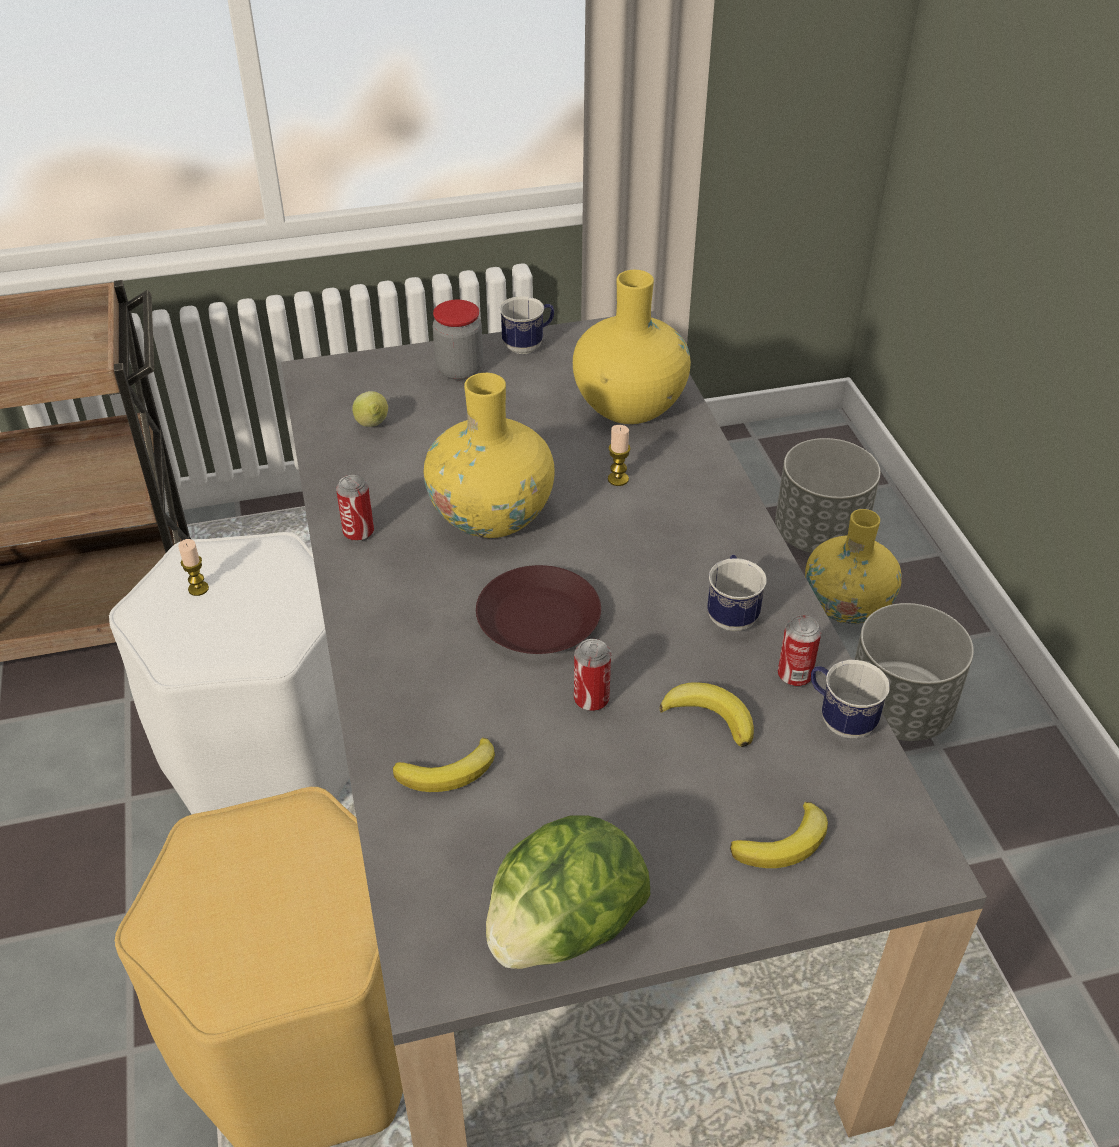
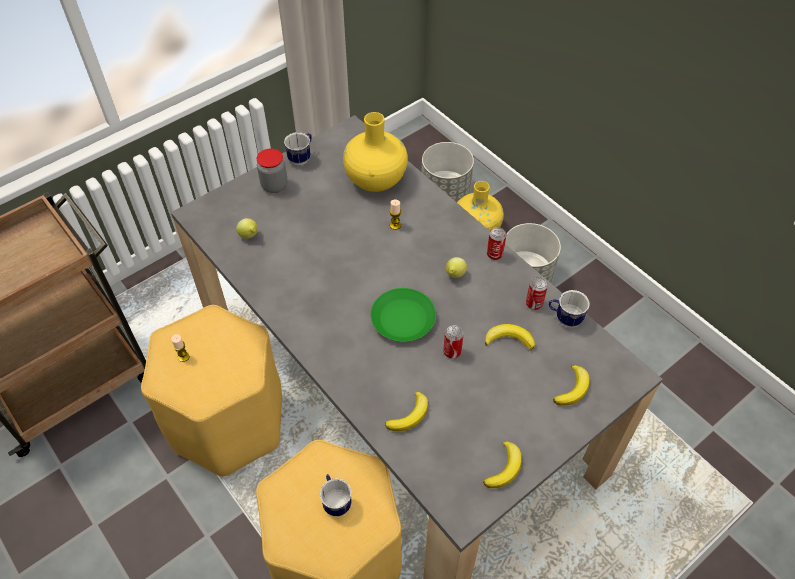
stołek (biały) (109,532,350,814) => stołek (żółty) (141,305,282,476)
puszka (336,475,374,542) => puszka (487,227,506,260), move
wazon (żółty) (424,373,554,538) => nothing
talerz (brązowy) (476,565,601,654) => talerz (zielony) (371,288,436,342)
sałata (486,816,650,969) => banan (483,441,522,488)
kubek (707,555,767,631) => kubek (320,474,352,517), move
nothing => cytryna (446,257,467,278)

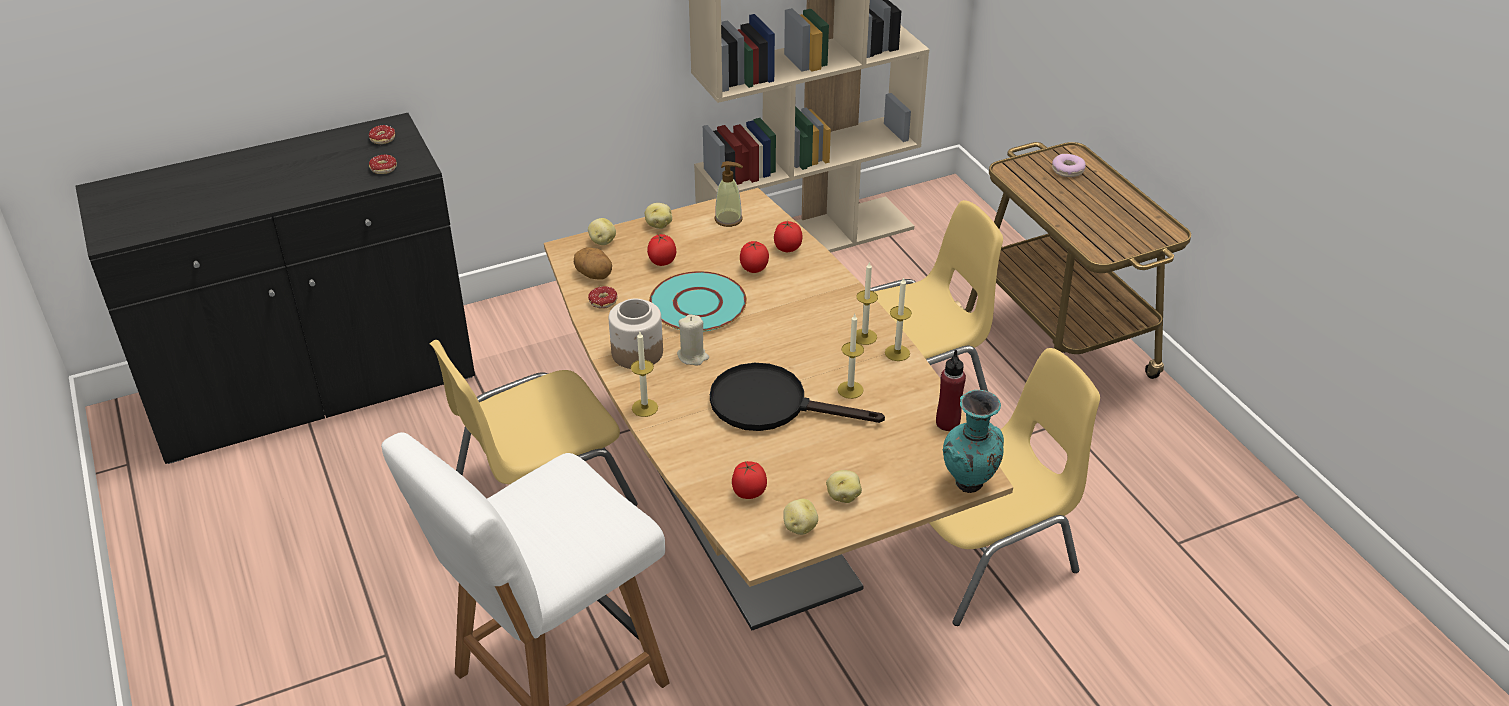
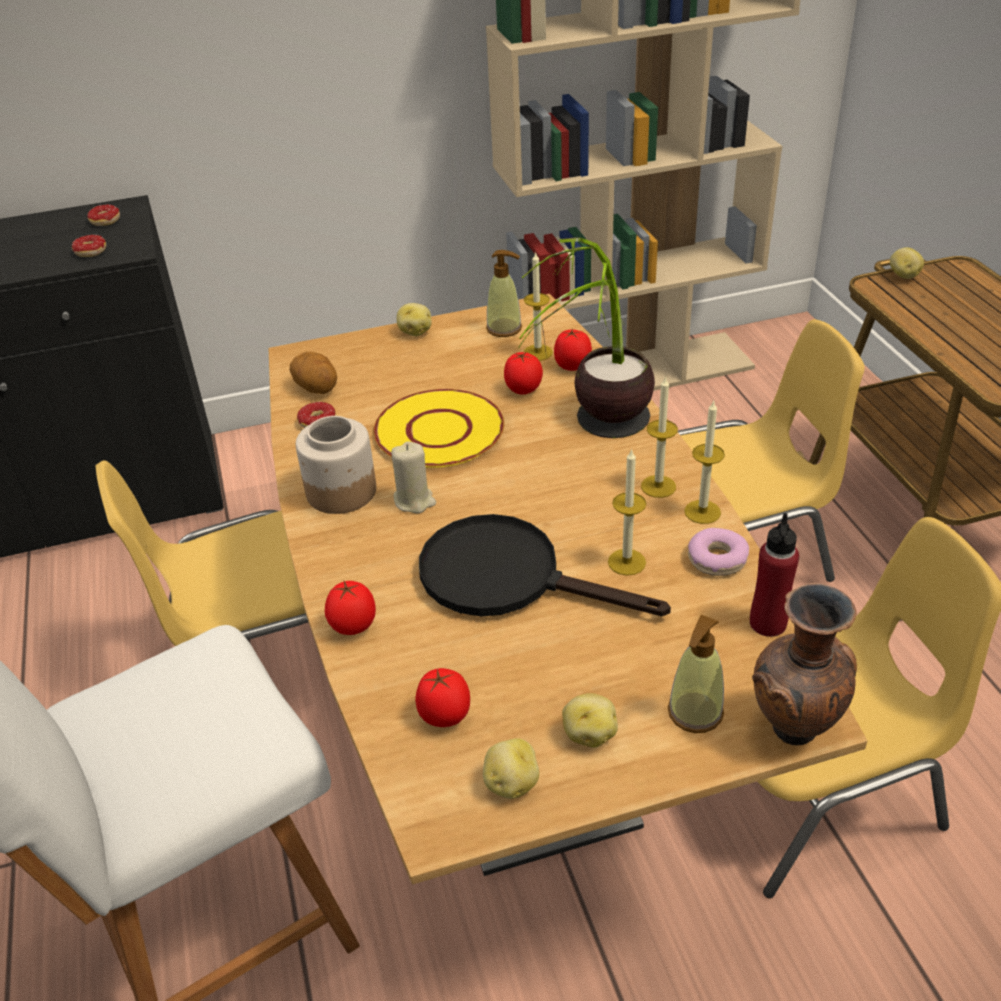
ziemniak (588,218,616,245) => ziemniak (890,247,924,279), move
świeca (631,332,658,417) => świeca (524,251,553,361), move
pomidor (647,234,676,266) => pomidor (325,581,376,635), move
talerz (turkusowy) (649,271,747,332) => talerz (żółty) (373,389,504,468)
wazon (turkusowy) (943,390,1004,493) => wazon (brązowy) (752,583,857,746)
donut (1052,154,1086,177) => donut (688,528,749,576), move
nothing => roślina doniczkowa (518,237,655,438)
nothing => dozownik mydła (668,615,724,733)

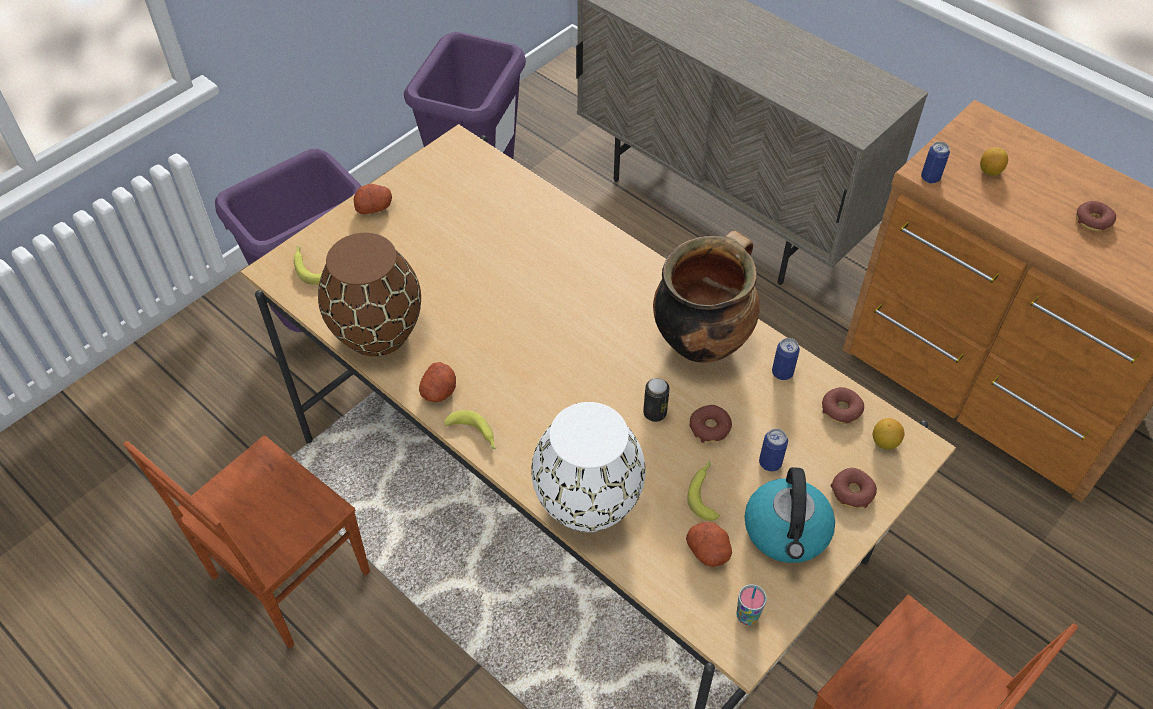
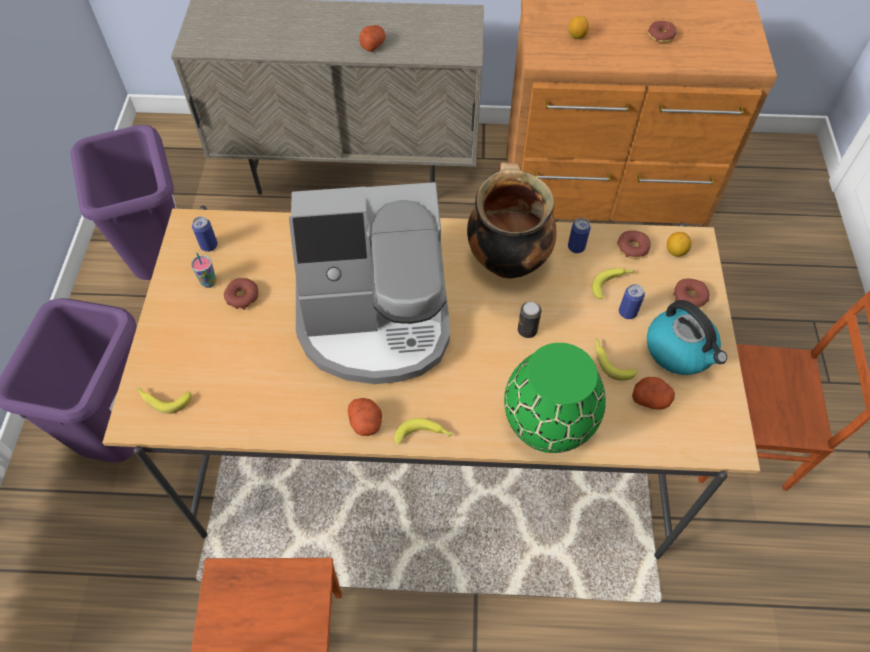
wazon (brązowy) (318,233,421,357) => nothing
ziemniak (354,184,392,214) => ziemniak (359,25,386,52), move
wazon (biały) (531,402,645,532) => wazon (zielony) (504,343,606,453)
donut (689,405,732,443) => donut (224,278,259,310), move
filiżanka (736,584,767,625) => filiżanka (191,252,217,288), move
puszka (921,141,950,184) => puszka (192,216,218,252), move
nothing => ekspres do kawy (289,182,450,384)
nothing => banan (592,268,634,299)

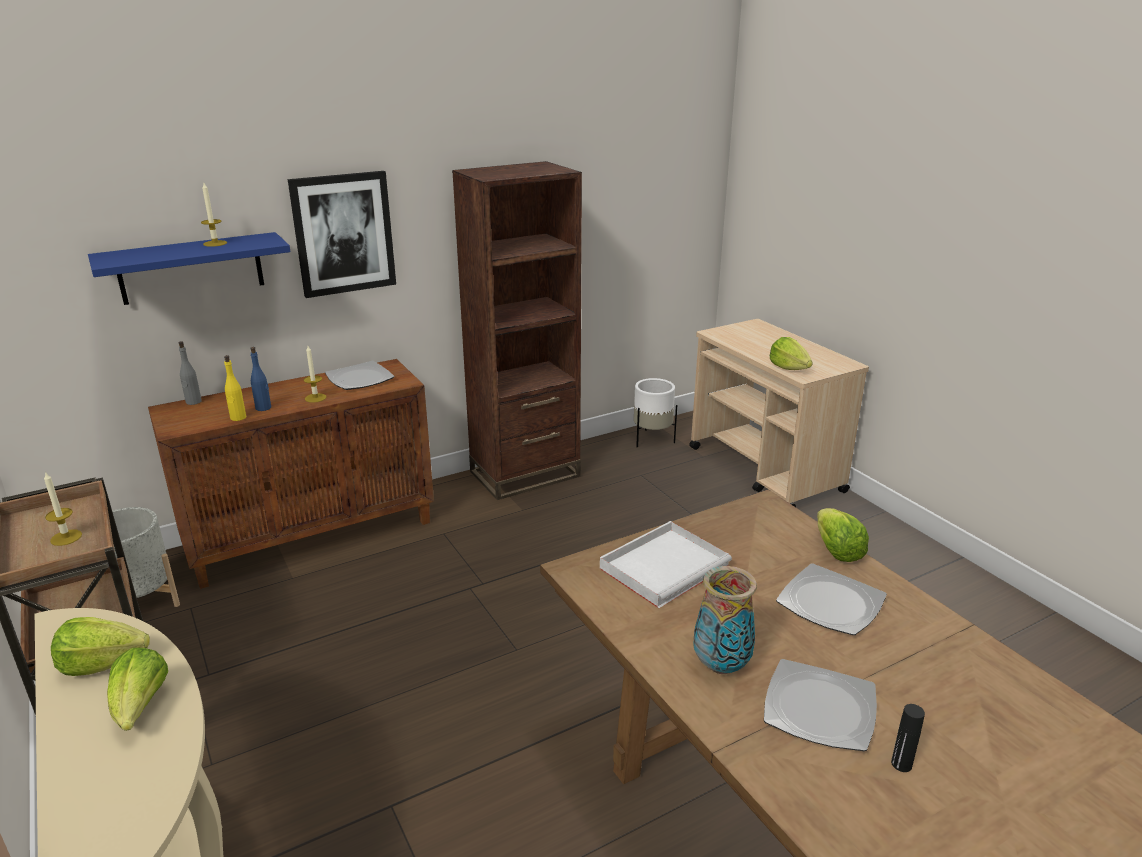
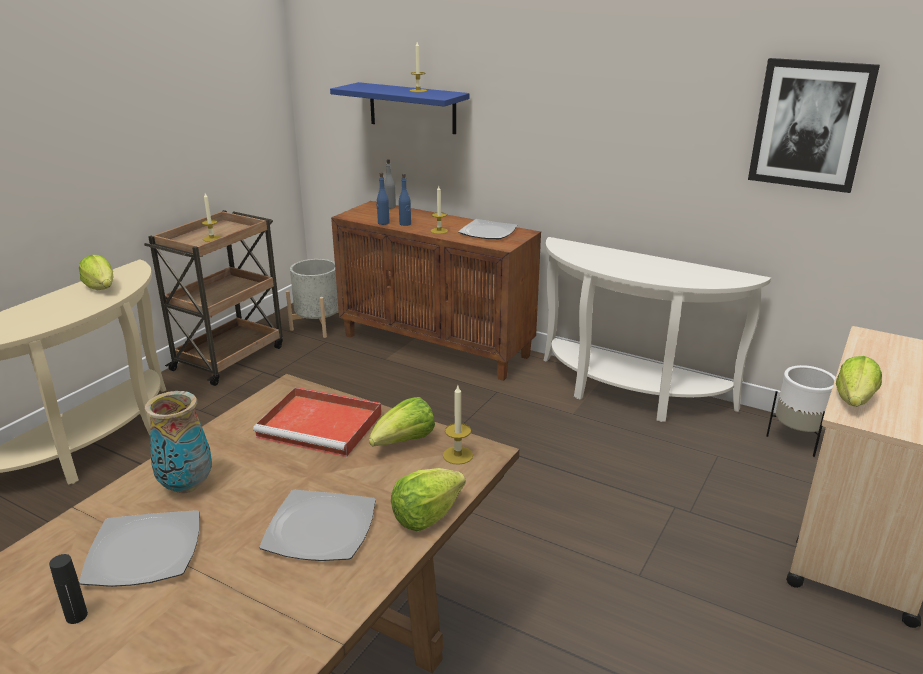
sałata (107,648,168,731) => sałata (369,397,435,446), move
butelka (żółty) (224,355,246,421) => butelka (niebieski) (376,173,390,225)
obraz (288,171,396,298) => obraz (748,58,880,193), move
regał (brązowy) (452,161,582,500) => stolik konsolowy (biały) (543,237,771,422)
taca (biały) (600,521,732,608) => taca (czerwony) (253,387,382,457)
nothing => świeca (443,386,473,465)

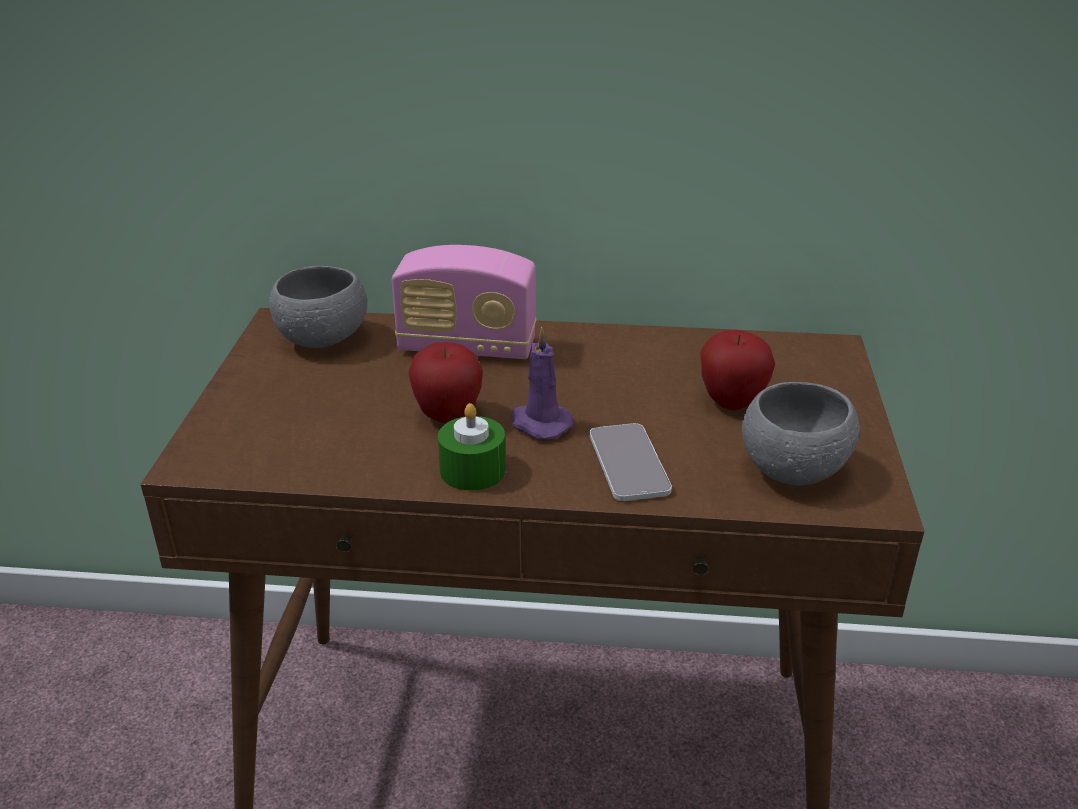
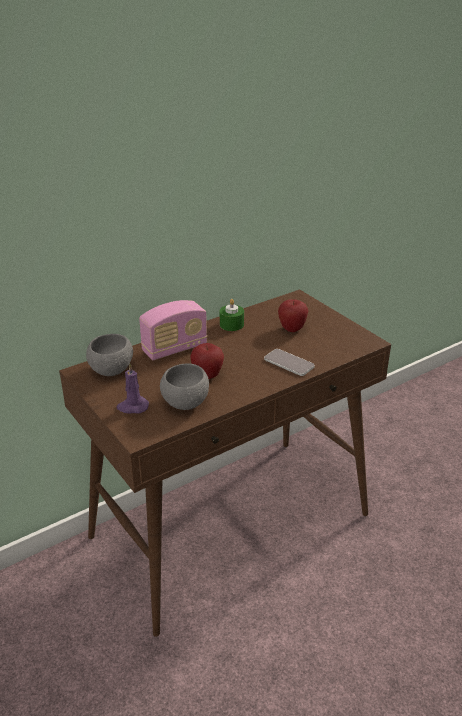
świeca (zielony) (438,403,506,491) => świeca (zielony) (220,299,244,331), move
świeca (fioletowy) (511,327,573,439) => świeca (fioletowy) (117,363,149,414), move
miska (szary) (742,382,860,485) => miska (szary) (160,363,209,410), move

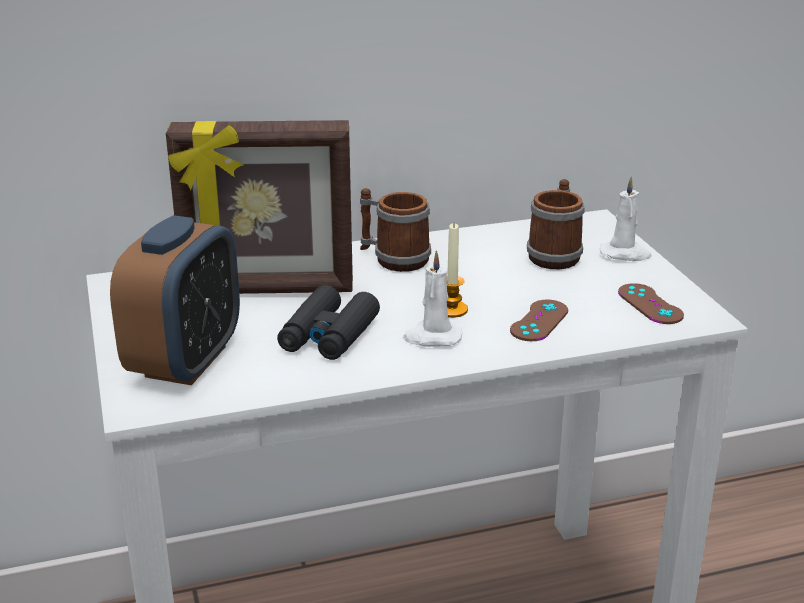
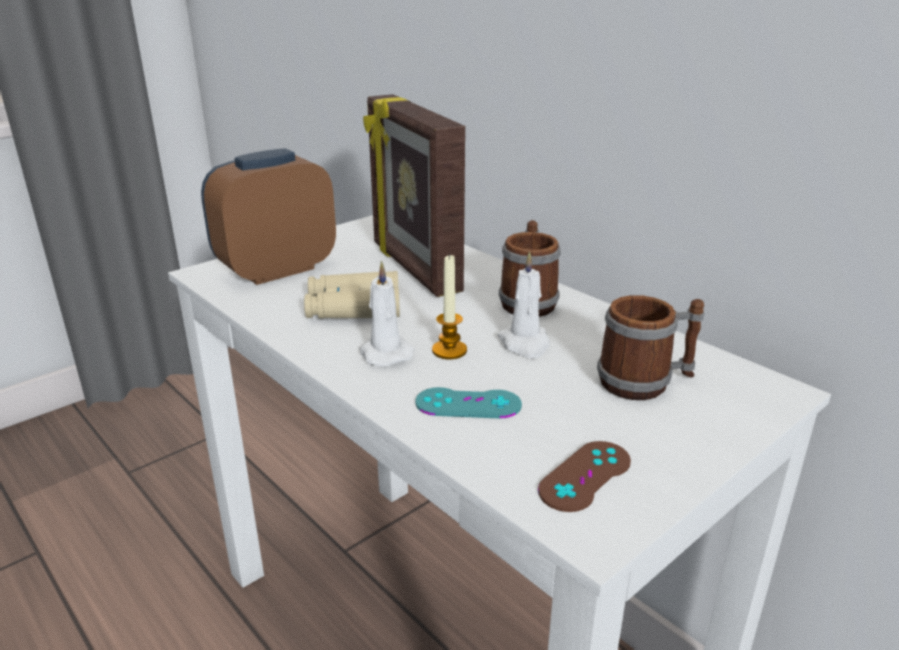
budzik (110,215,240,385) => budzik (201,148,336,285), 150 degrees clockwise
lornetka (czarny) (277,285,380,360) => lornetka (beżowy) (304,271,400,319)
pad do gier (brązowy) (510,300,568,341) => pad do gier (turkusowy) (415,387,522,419)
świeca (biały) (600,176,652,261) => świeca (biały) (498,251,550,359), move

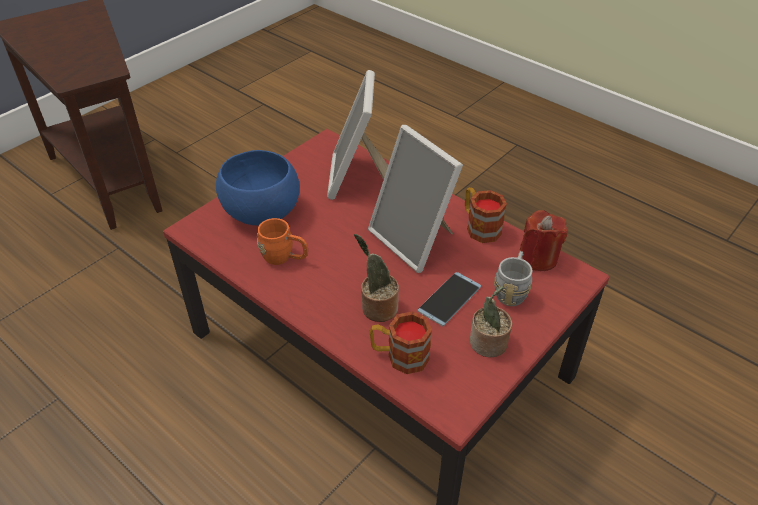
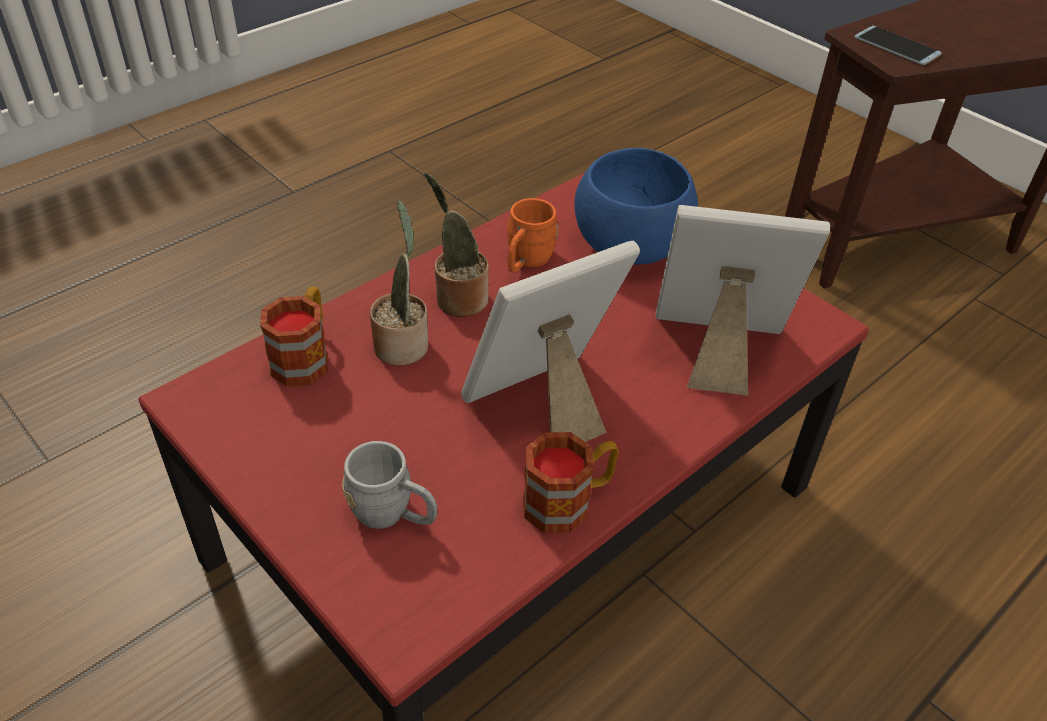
telefon (418,272,481,327) => telefon (854,26,942,65), move
roślina doniczkowa (470,286,512,357) => roślina doniczkowa (424,173,489,317), move
świeca (czerwony) (520,210,568,271) => nothing

